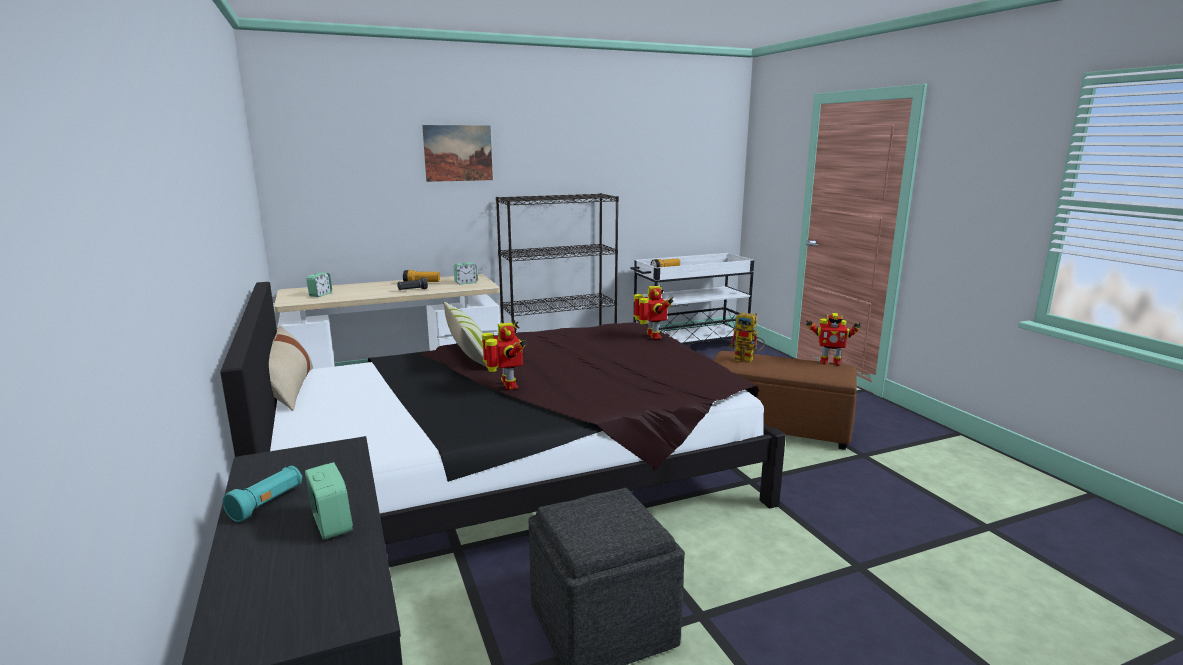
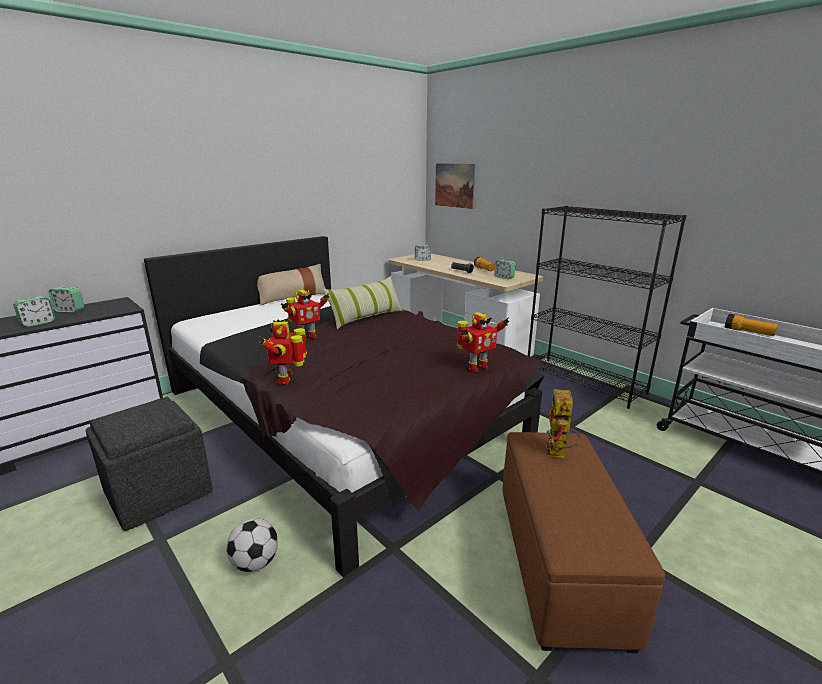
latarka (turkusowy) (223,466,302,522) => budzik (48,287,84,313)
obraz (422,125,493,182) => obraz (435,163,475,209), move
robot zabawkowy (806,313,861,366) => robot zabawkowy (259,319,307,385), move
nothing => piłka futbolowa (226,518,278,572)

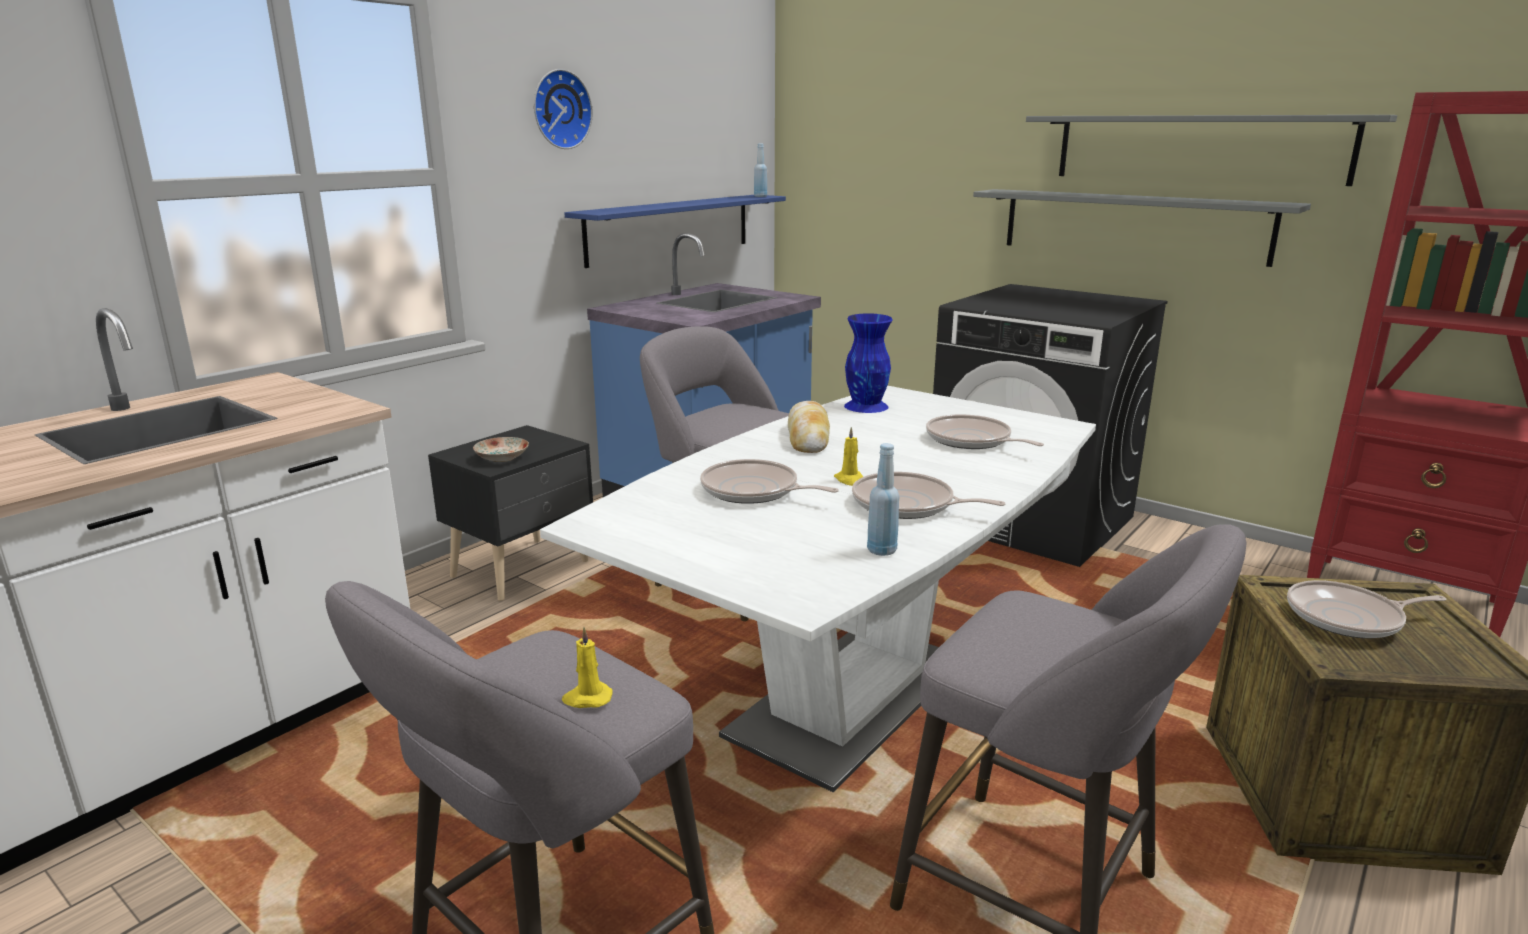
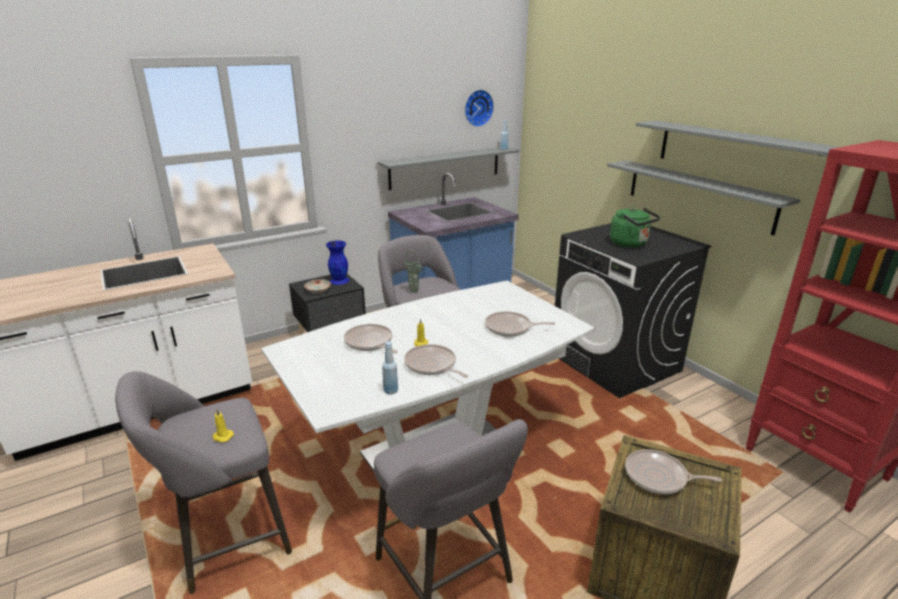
zegar ścienny (534,69,593,149) => zegar ścienny (465,89,494,127), move
półka (niebieski) (564,195,786,268) => półka (szary) (377,147,519,190)
chleb (788,401,830,453) => nothing
wazon (niebieski) (844,313,893,413) => wazon (niebieski) (326,240,349,285), move
patelnia (926,414,1044,449) => patelnia (485,311,556,337), 60 degrees counterclockwise
nothing => wazon (zielony) (405,250,423,293)
nothing => czajnik (zielony) (610,208,660,248)

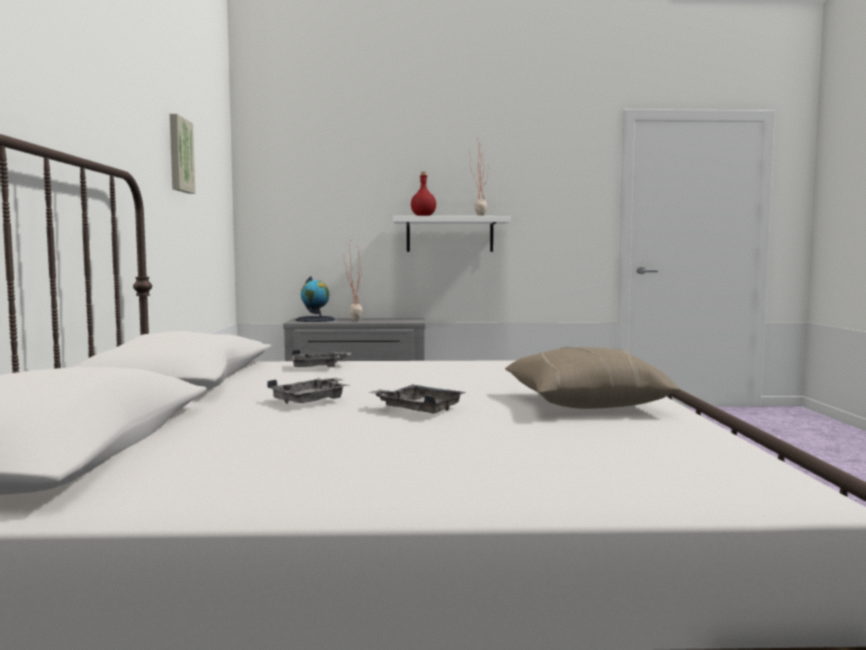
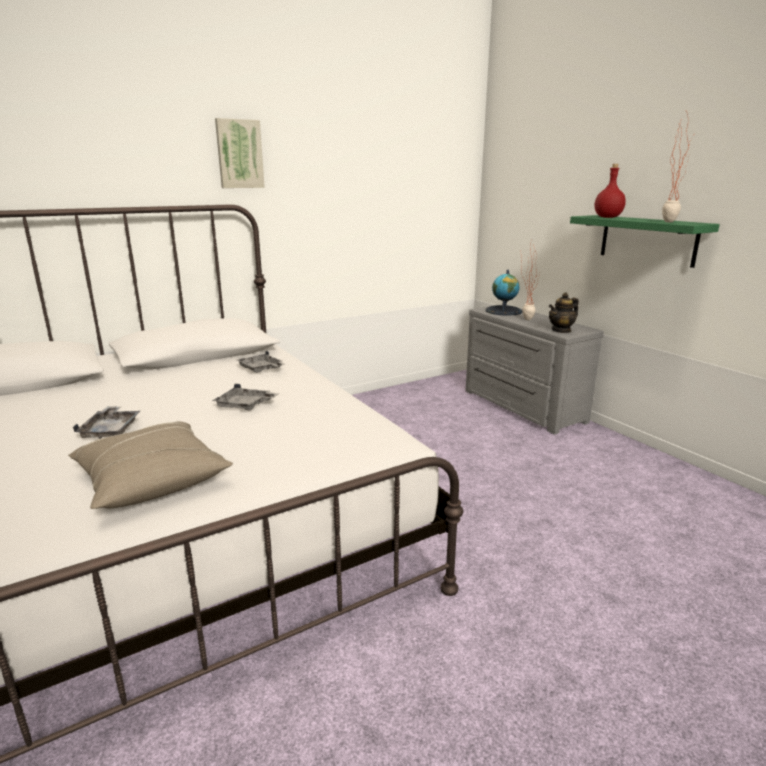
obraz (170,114,195,194) => obraz (215,118,265,188), move
taca (szary) (267,377,350,403) => taca (szary) (212,384,278,411), move
półka (biały) (393,216,510,252) => półka (zielony) (570,215,720,268)
nothing => imbryk (549,292,579,333)

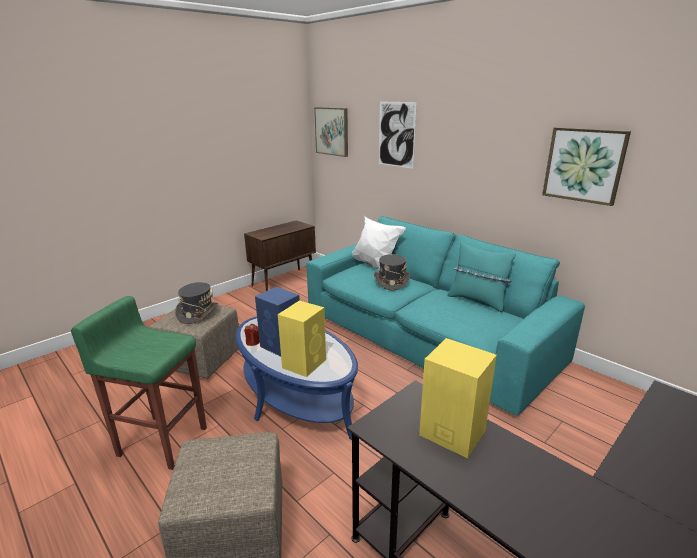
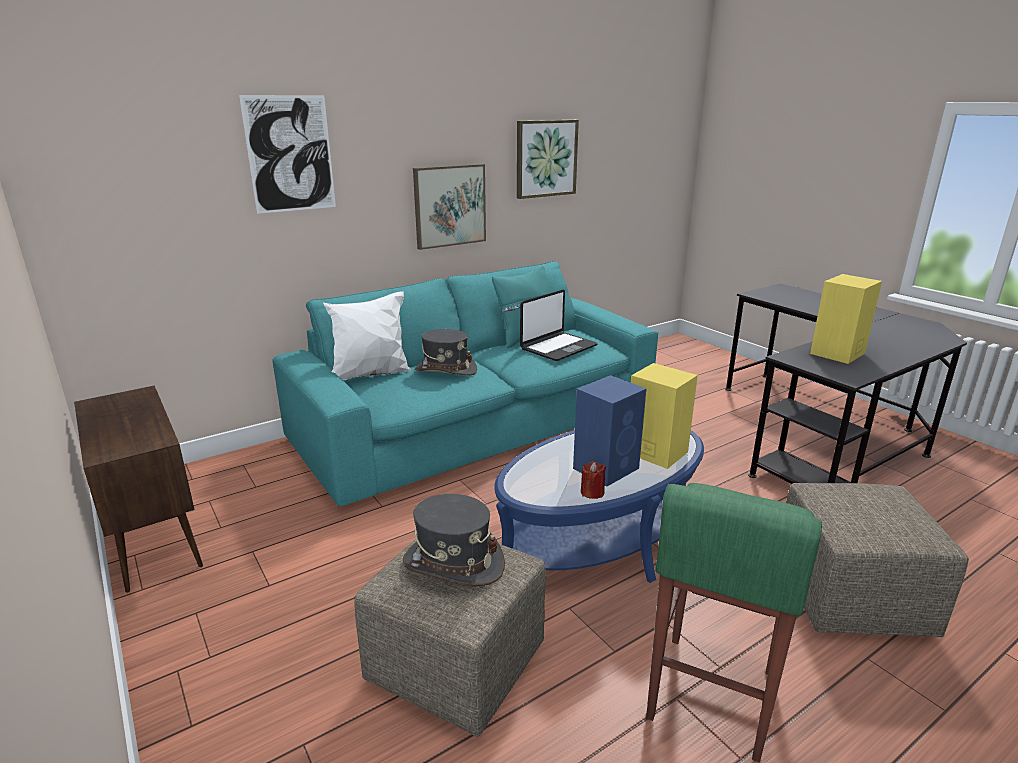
obraz (314,107,348,157) => obraz (413,164,486,250), move
nothing => laptop (520,290,598,361)

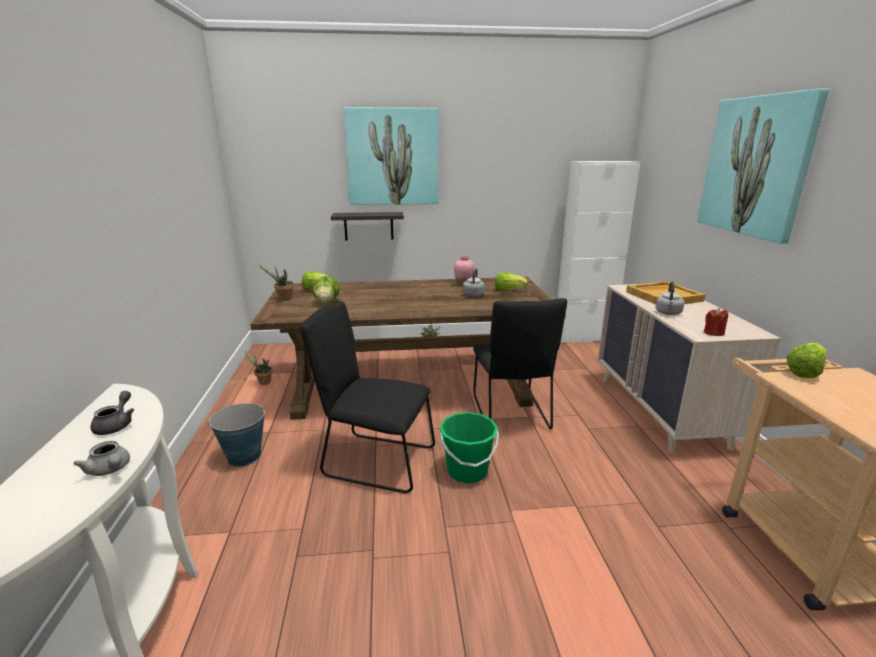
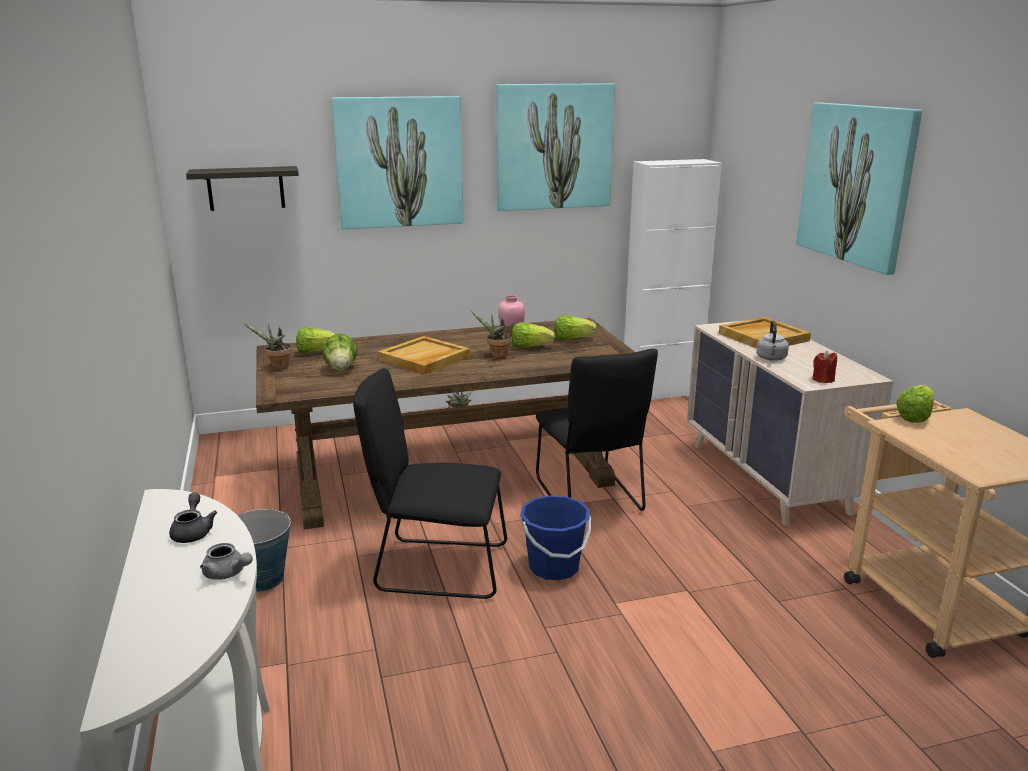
roślina doniczkowa (245,352,272,385) => roślina doniczkowa (471,311,512,358), move
półka (331,212,404,240) => półka (186,166,299,211), move
wiadro (zielony) (440,412,499,483) => wiadro (niebieski) (520,496,591,580)
czajnik (szary) (463,268,485,297) => sałata (512,322,555,348)
nothing => taca (beżowy) (378,336,470,375)
nothing => obraz (497,83,615,211)

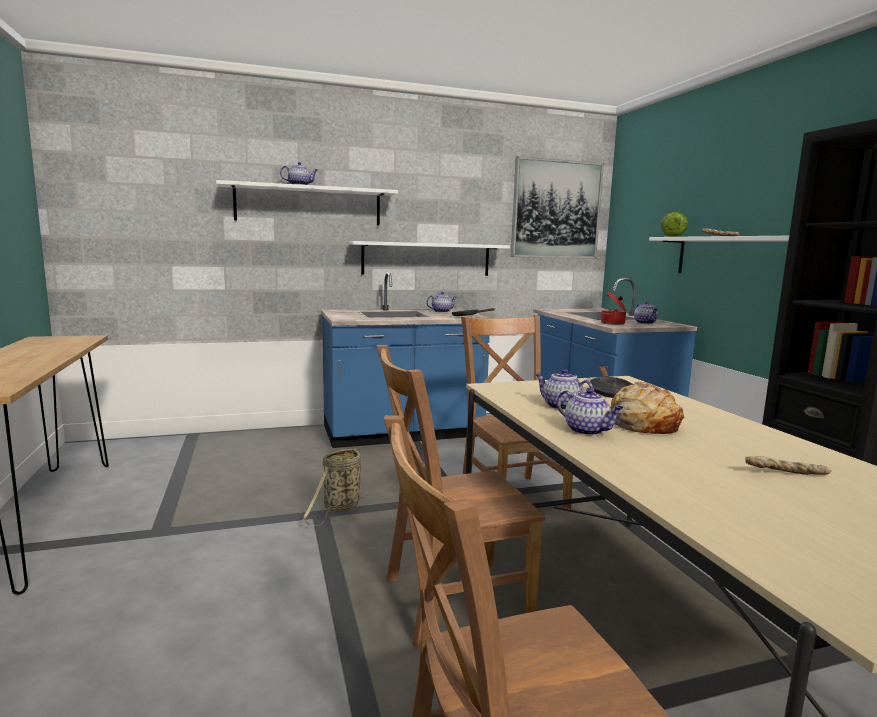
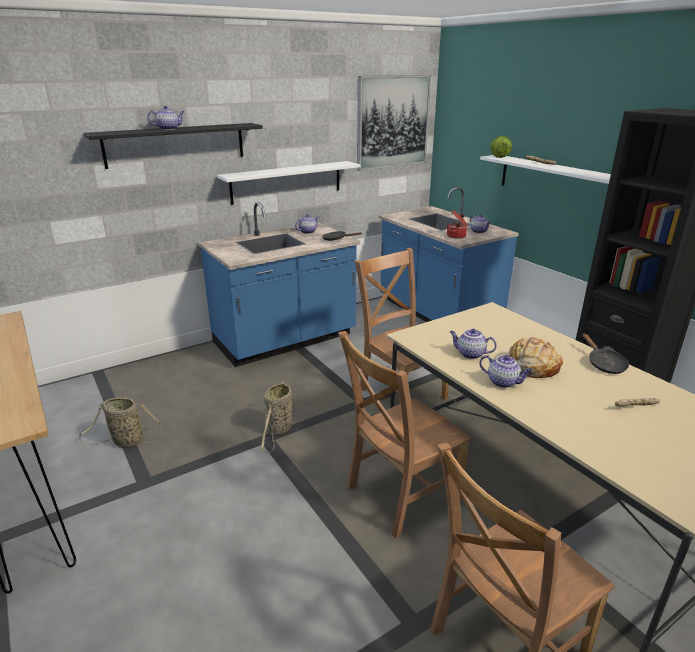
półka (biały) (216,180,398,226) => półka (czarny) (84,123,263,169)
patelnia (czarny) (590,366,633,398) => patelnia (czarny) (582,333,629,374), move
nothing => koszyk (79,398,162,448)

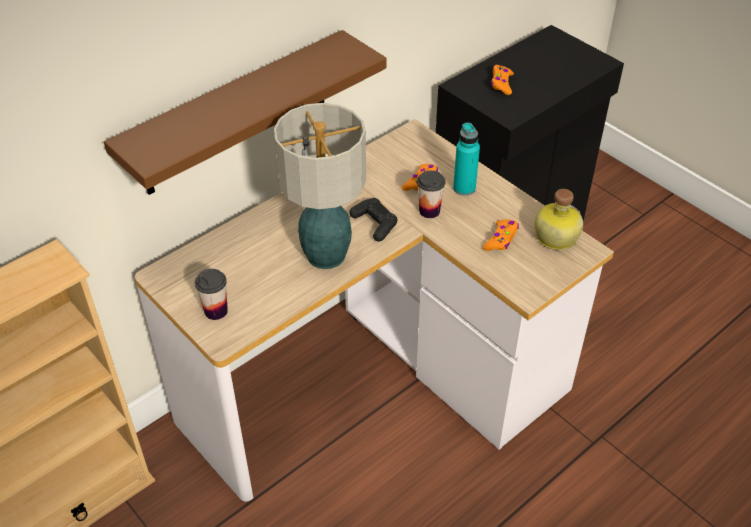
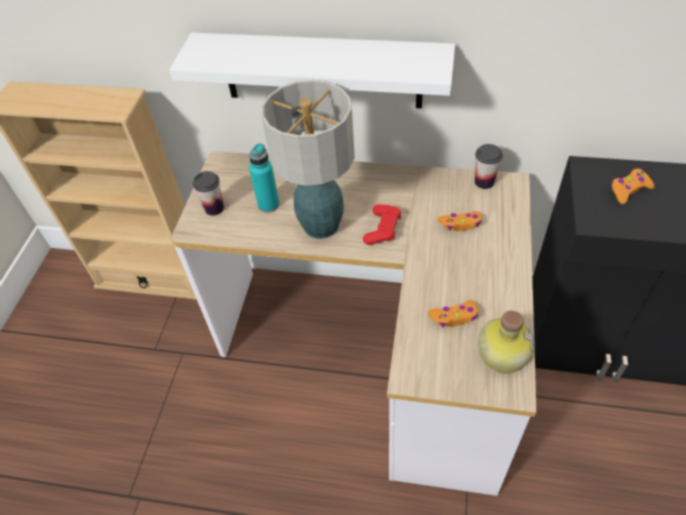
półka (brązowy) (104,30,387,195) => półka (biały) (169,33,455,109)
pad do gier (czarny) (349,198,398,242) => pad do gier (czerwony) (363,205,401,245)
filiżanka (417,170,445,218) => filiżanka (475,144,503,189), move
butelka (turkusowy) (453,123,480,196) => butelka (turkusowy) (249,143,279,212), move

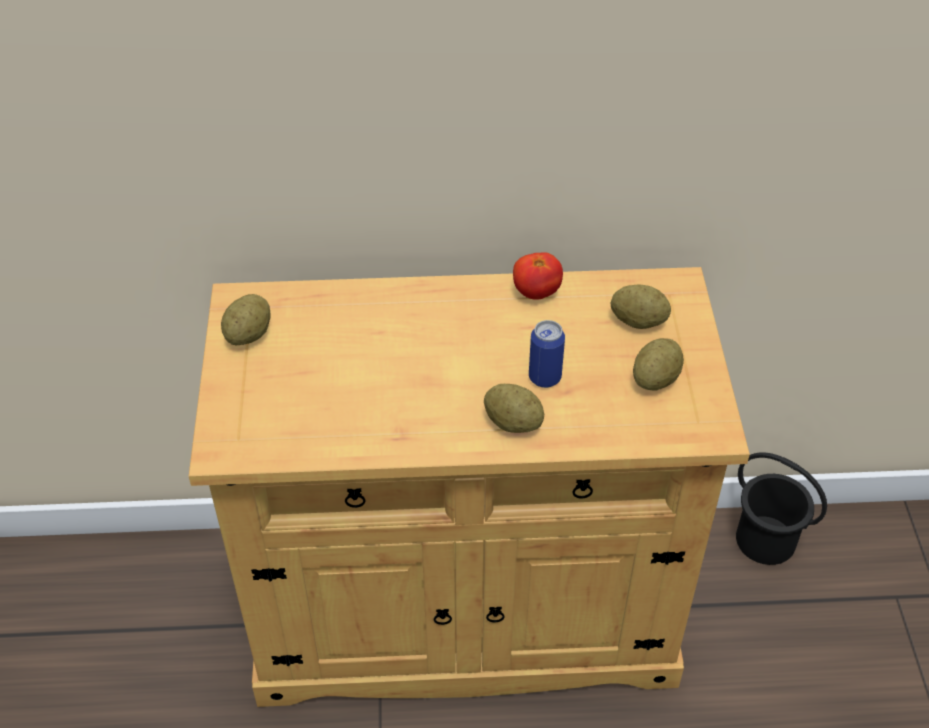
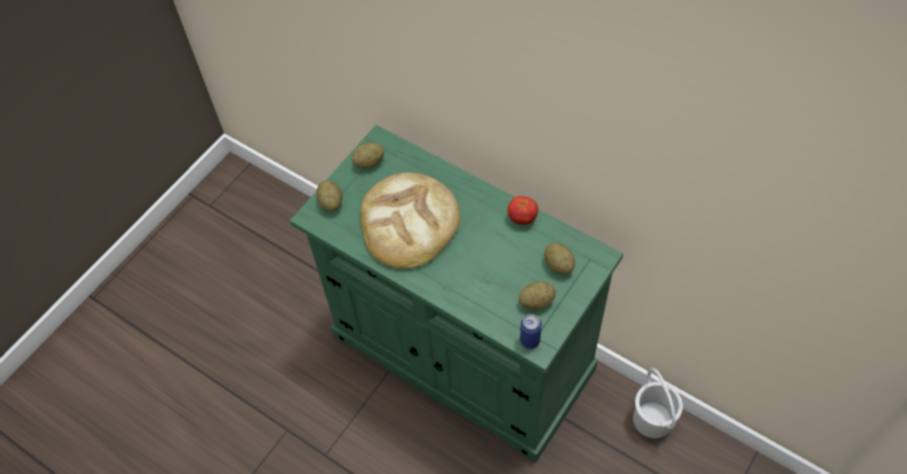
szafka (beżowy) (189,267,750,707) => szafka (zielony) (290,125,623,463)
ziemniak (484,384,544,433) => ziemniak (316,180,343,211), move
puszka (529,320,565,388) => puszka (520,314,542,349), move
wiadro (czarny) (736,452,827,565) => wiadro (biały) (633,368,683,438)
nothing => chleb (361,172,460,269)

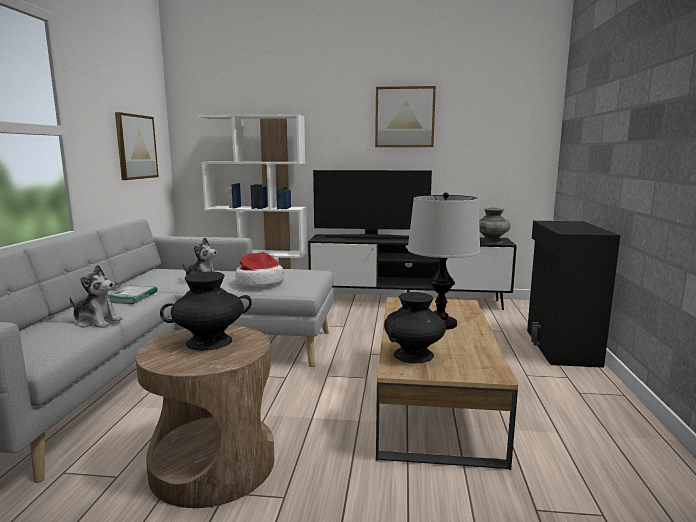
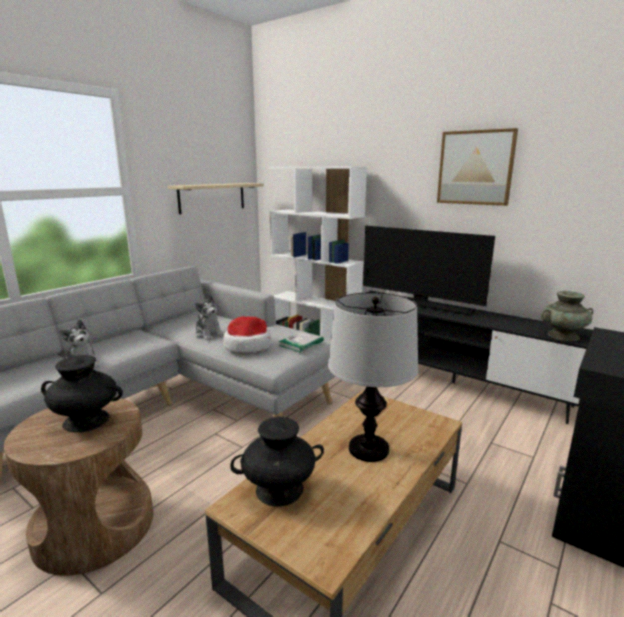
książka (108,286,157,304) => książka (279,331,324,352), move
obraz (115,112,159,180) => półka (beżowy) (168,183,264,214)

